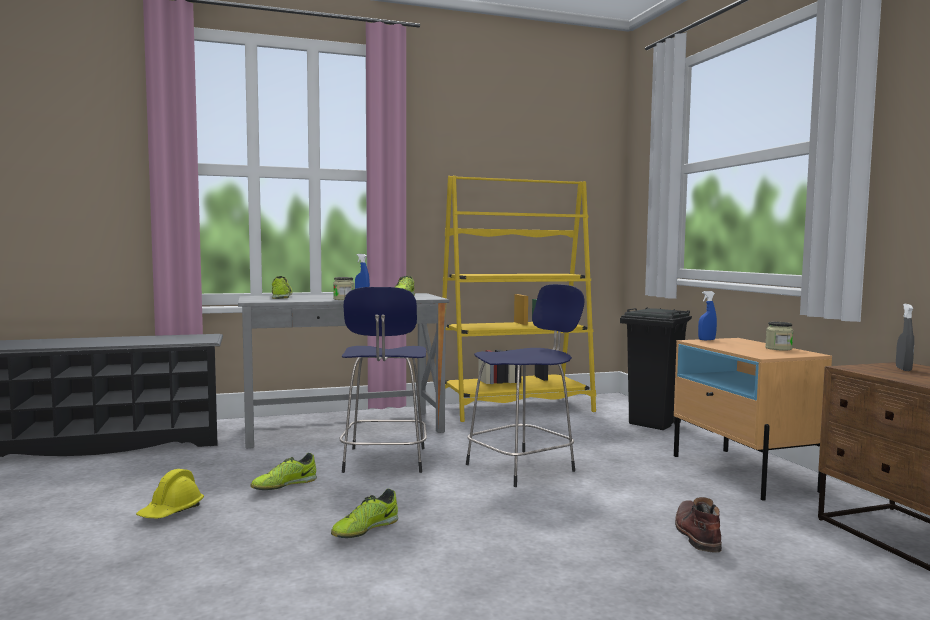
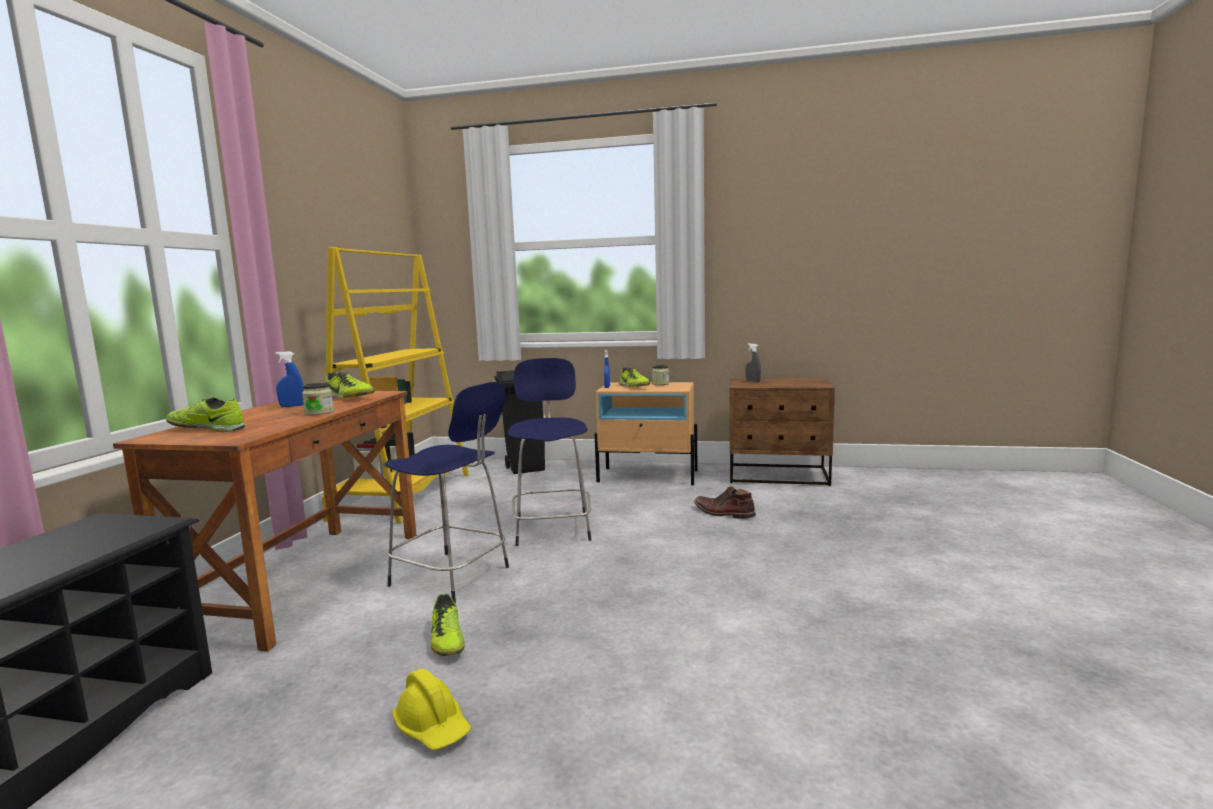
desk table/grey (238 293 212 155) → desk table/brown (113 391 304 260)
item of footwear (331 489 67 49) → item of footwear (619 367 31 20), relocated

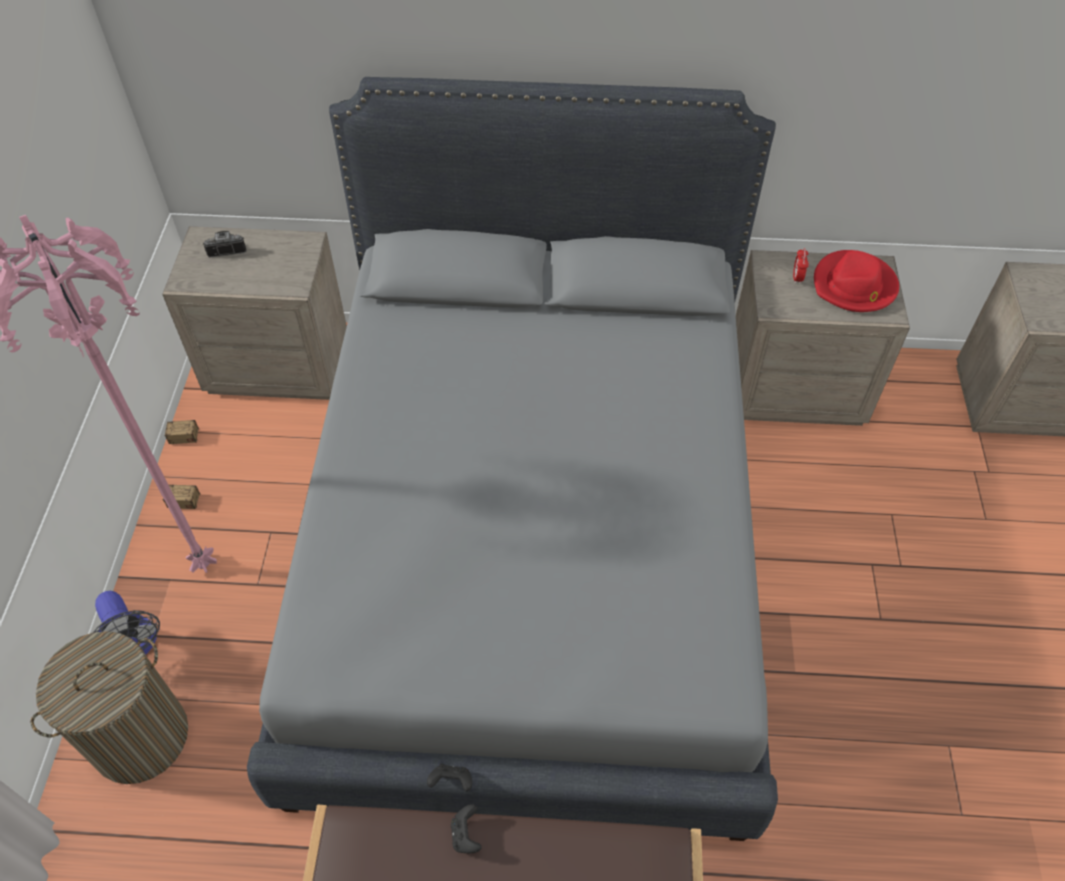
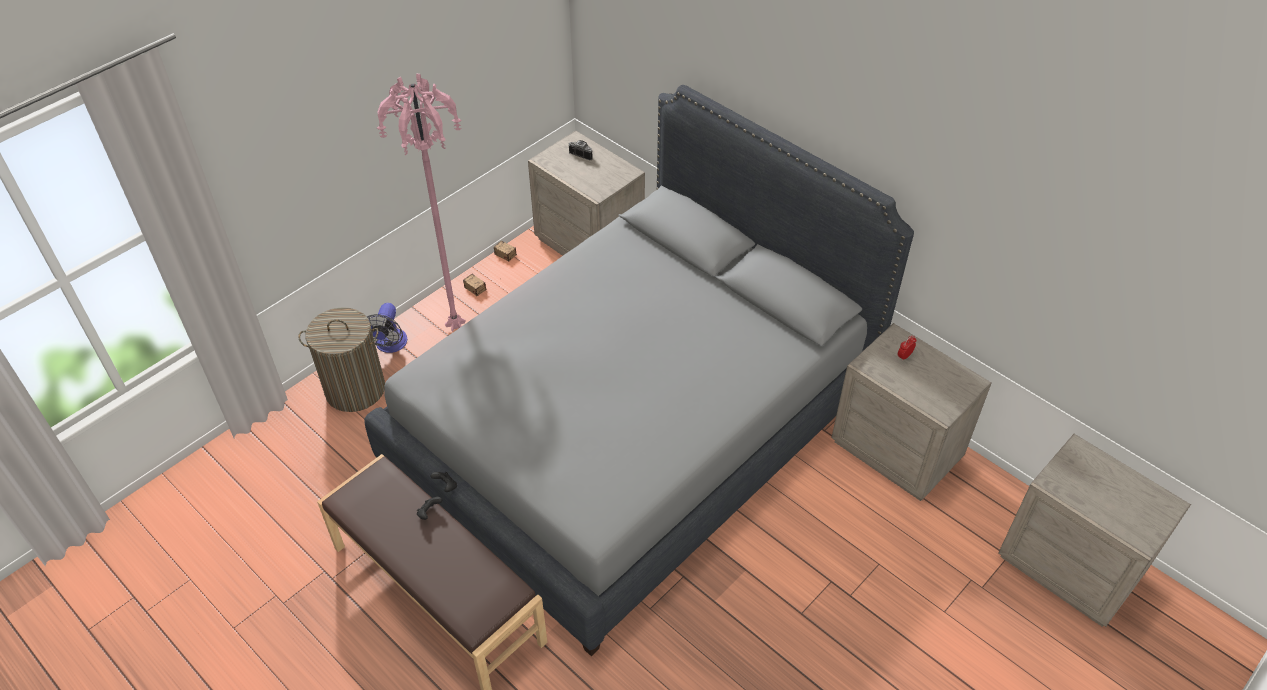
clothing hat/red (814 250 85 62) → -

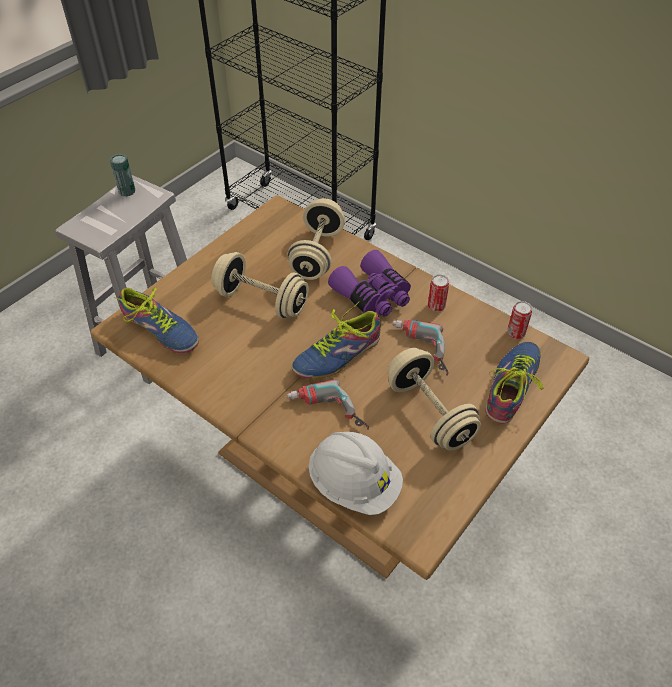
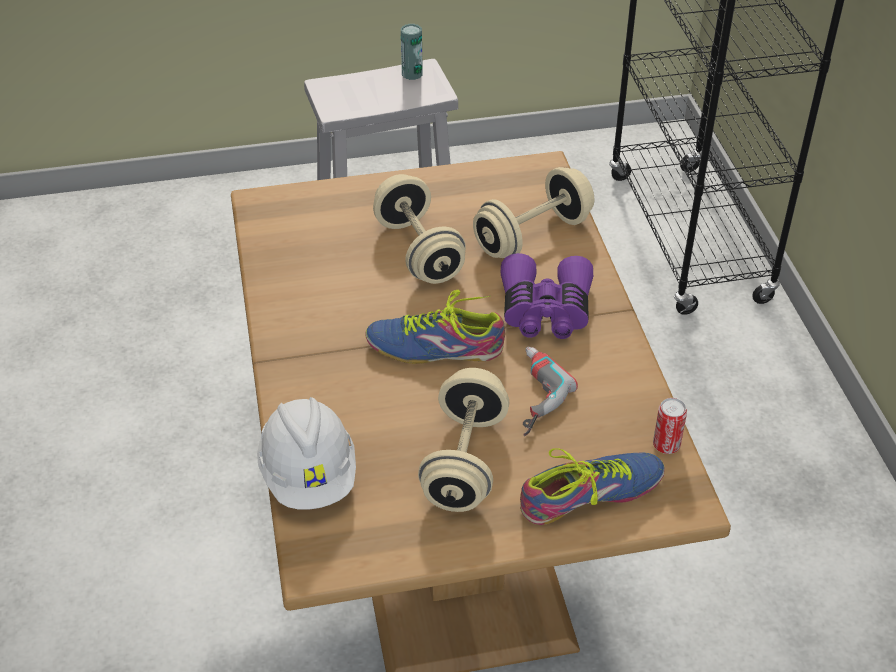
item of footwear (113 287 86 66) → -
power drill (286 379 83 51) → -
metal can (428 274 21 38) → -

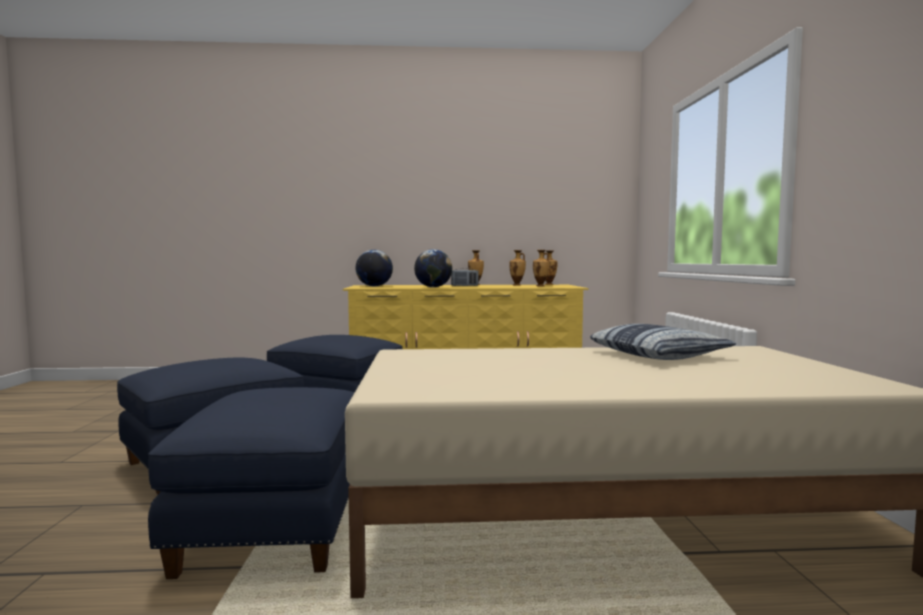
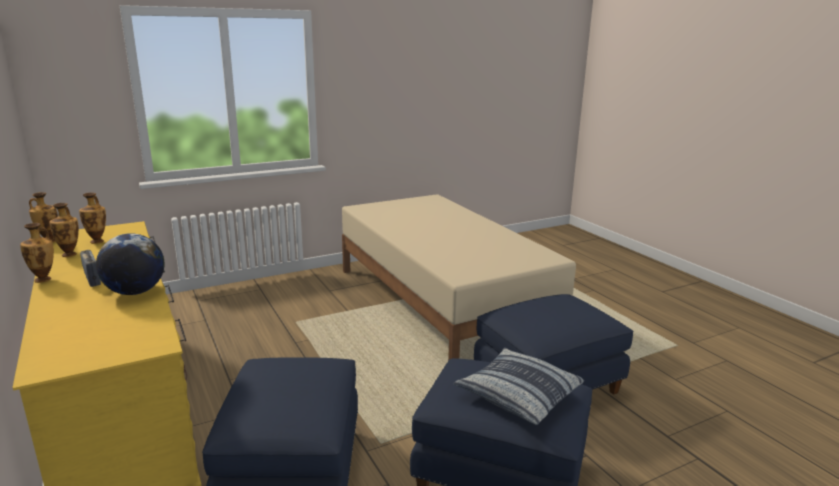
cushion (590 324 146 36) → cushion (453 348 131 77), relocated
world globe (356 250 37 37) → -

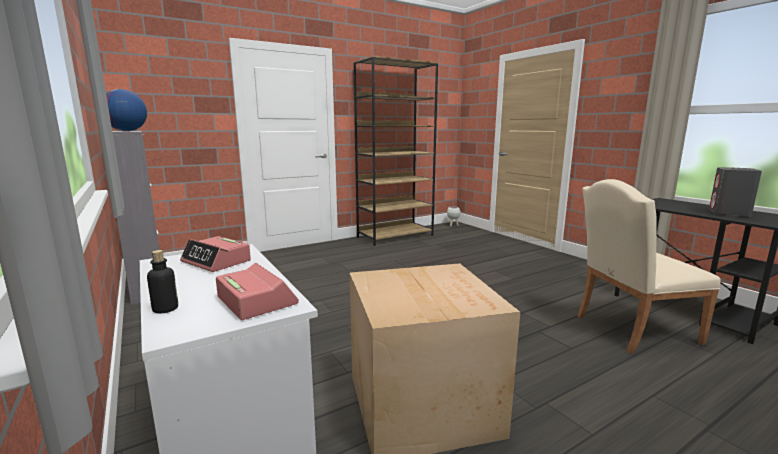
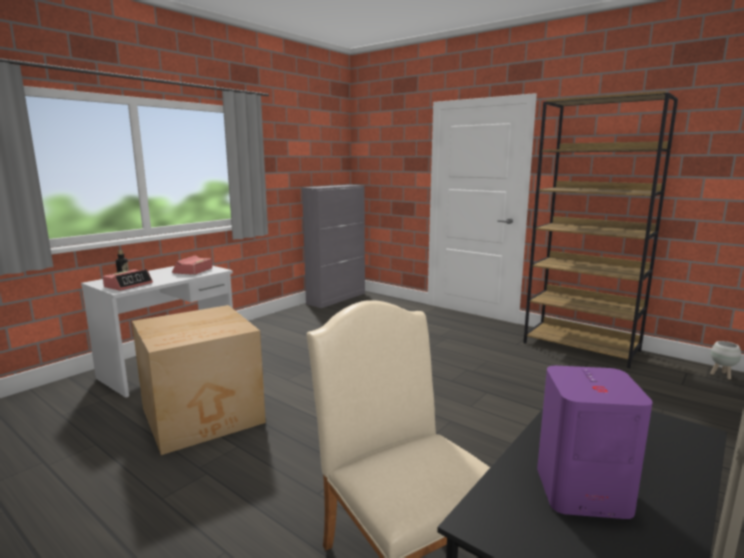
speaker/grey (709 167 53 50) → speaker/purple-coloured (537 366 116 153)
world globe (106 89 41 42) → -

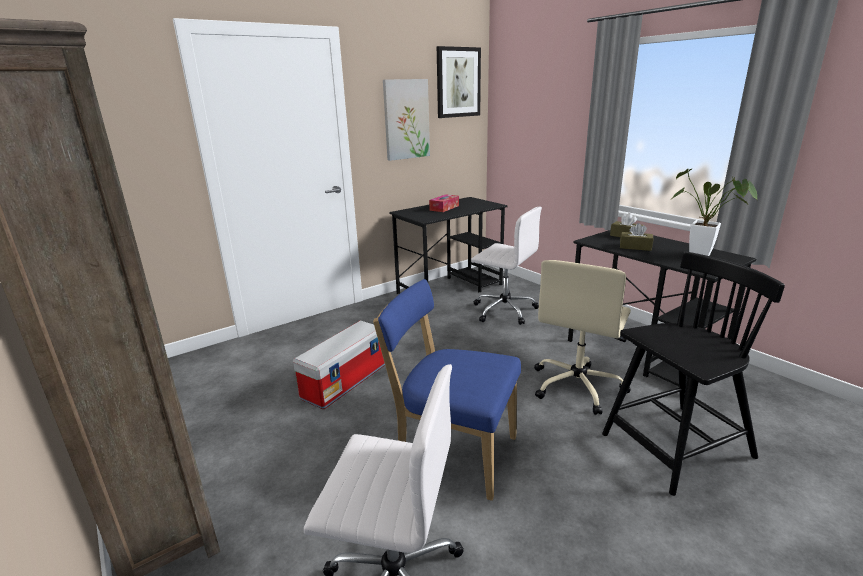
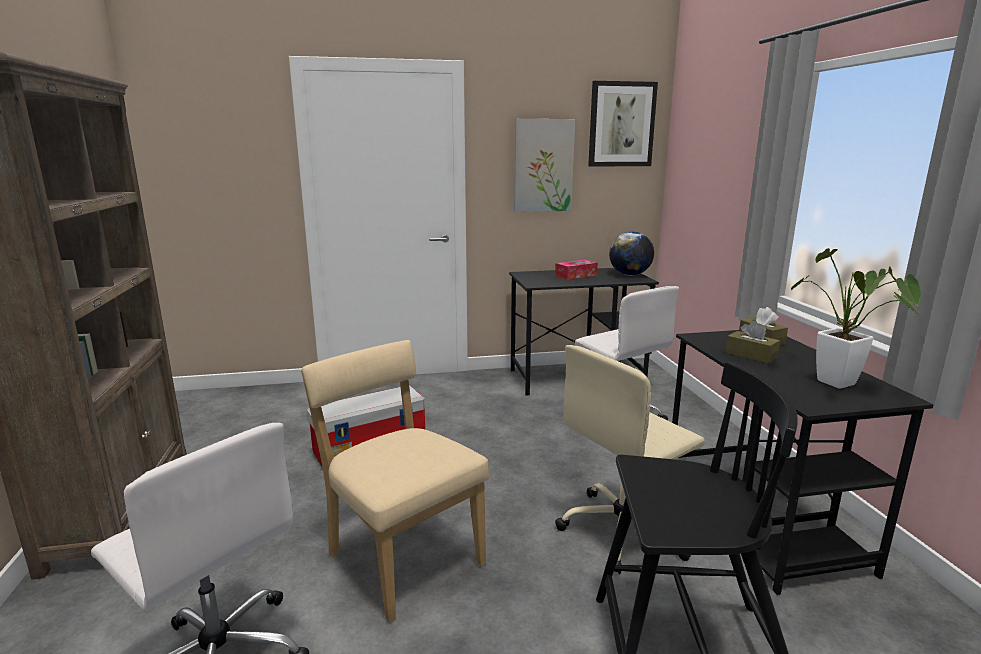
plain chair/blue-coloured (373 279 148 222) → plain chair/beige-coloured (301 340 188 283)
- → world globe (609 231 45 44)

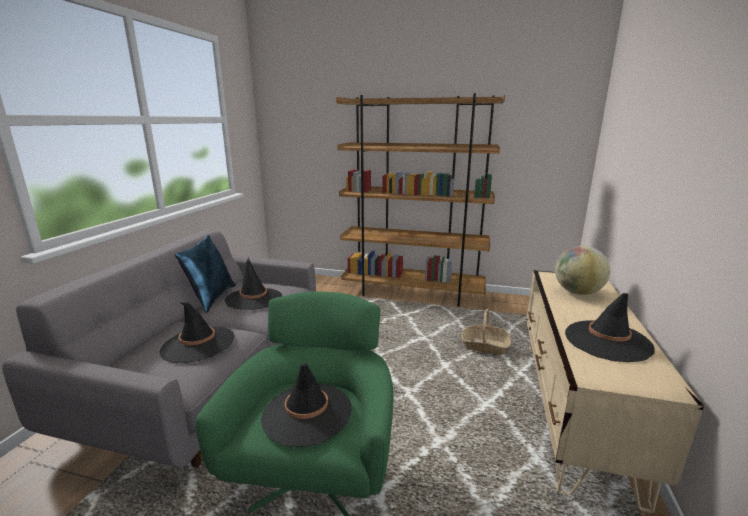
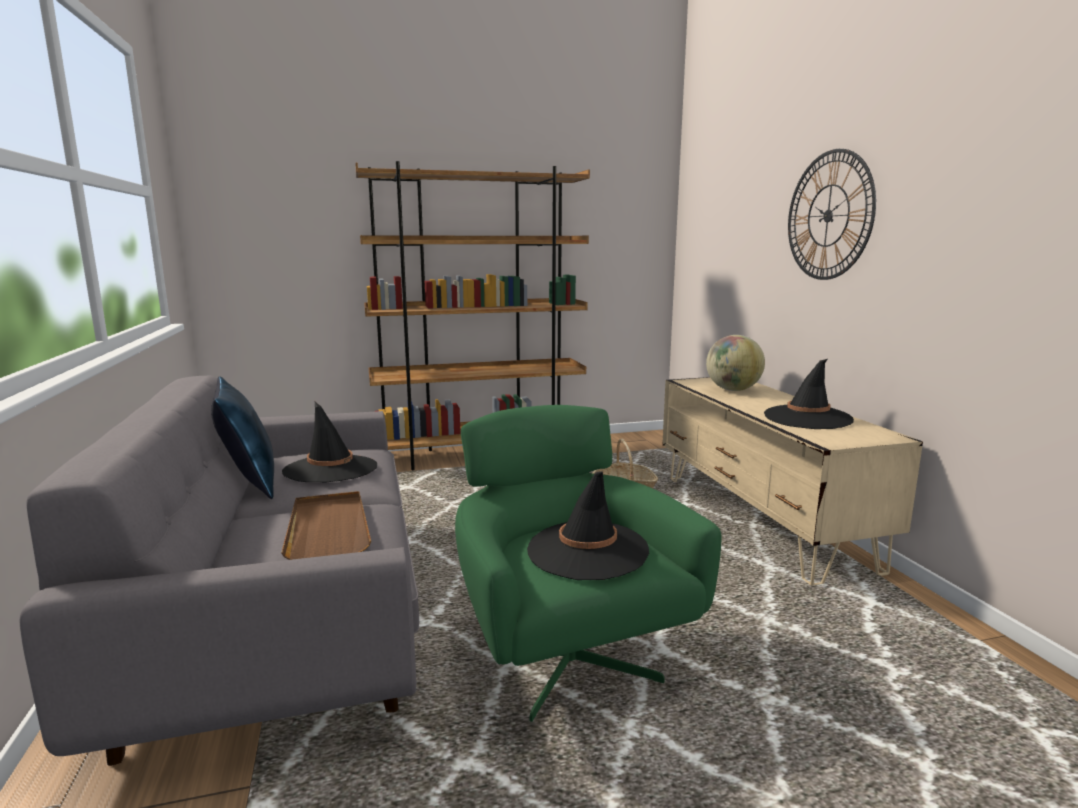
clothing hat/black (159 302 76 61) → tray/brown (281 491 90 69)
- → hanging clock (788 149 88 131)

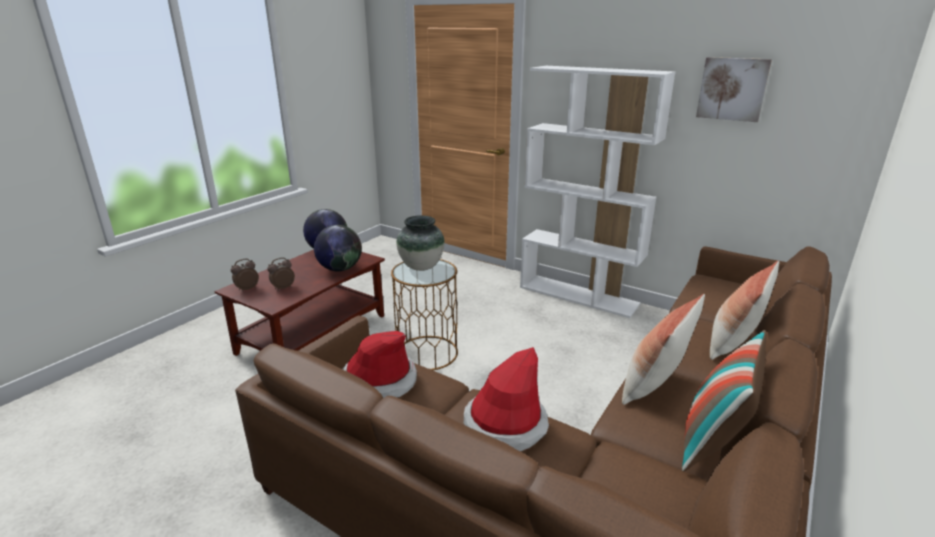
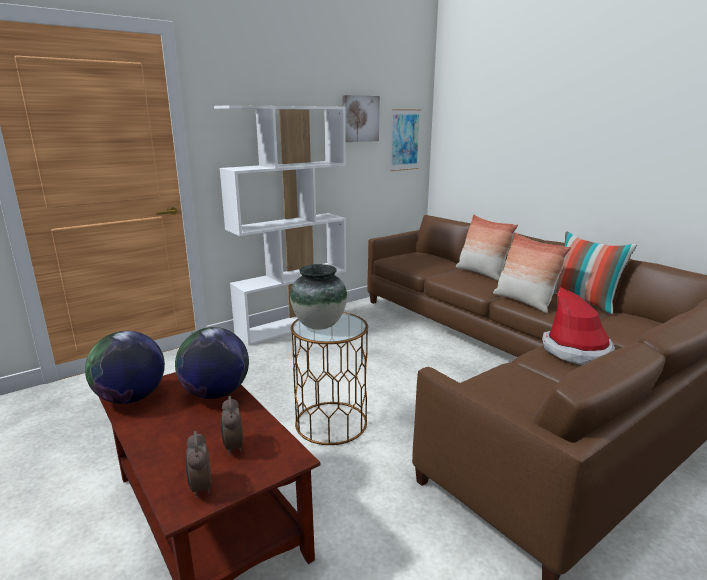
- → wall art (390 109 31 62)
clothing hat (343 331 74 67) → -

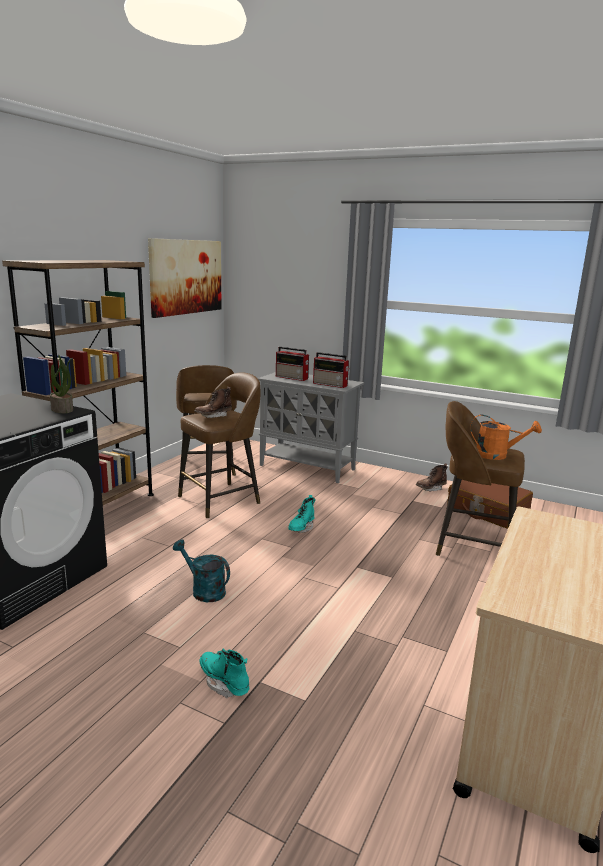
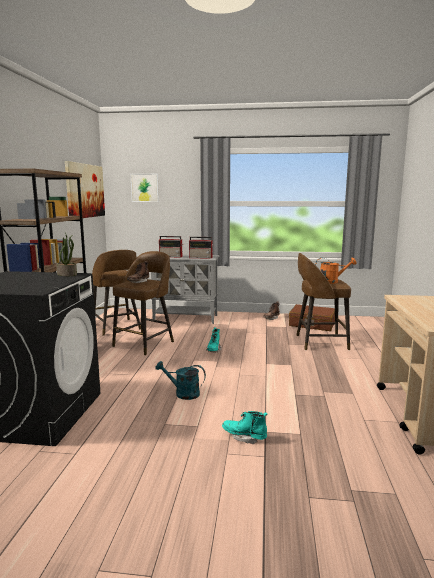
- → wall art (131 174 28 28)

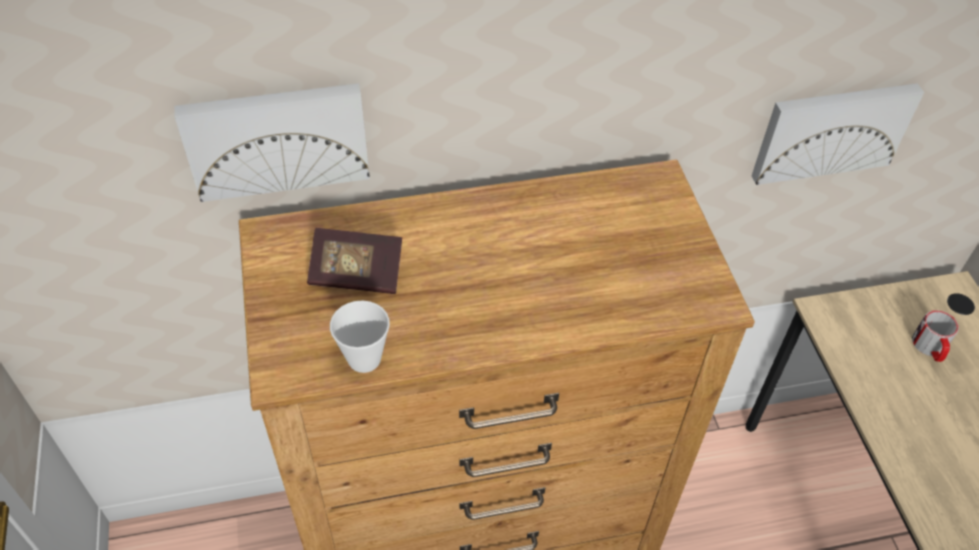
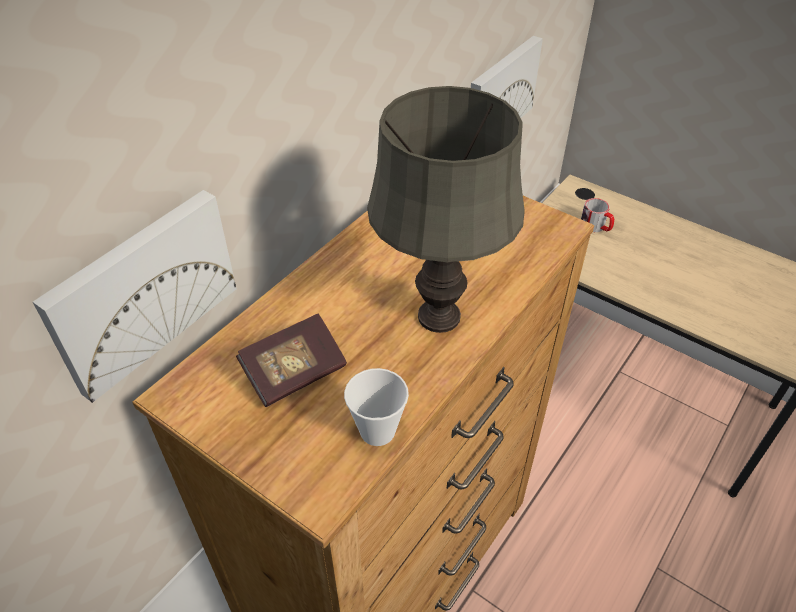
- → table lamp/grey (367 86 158 247)

